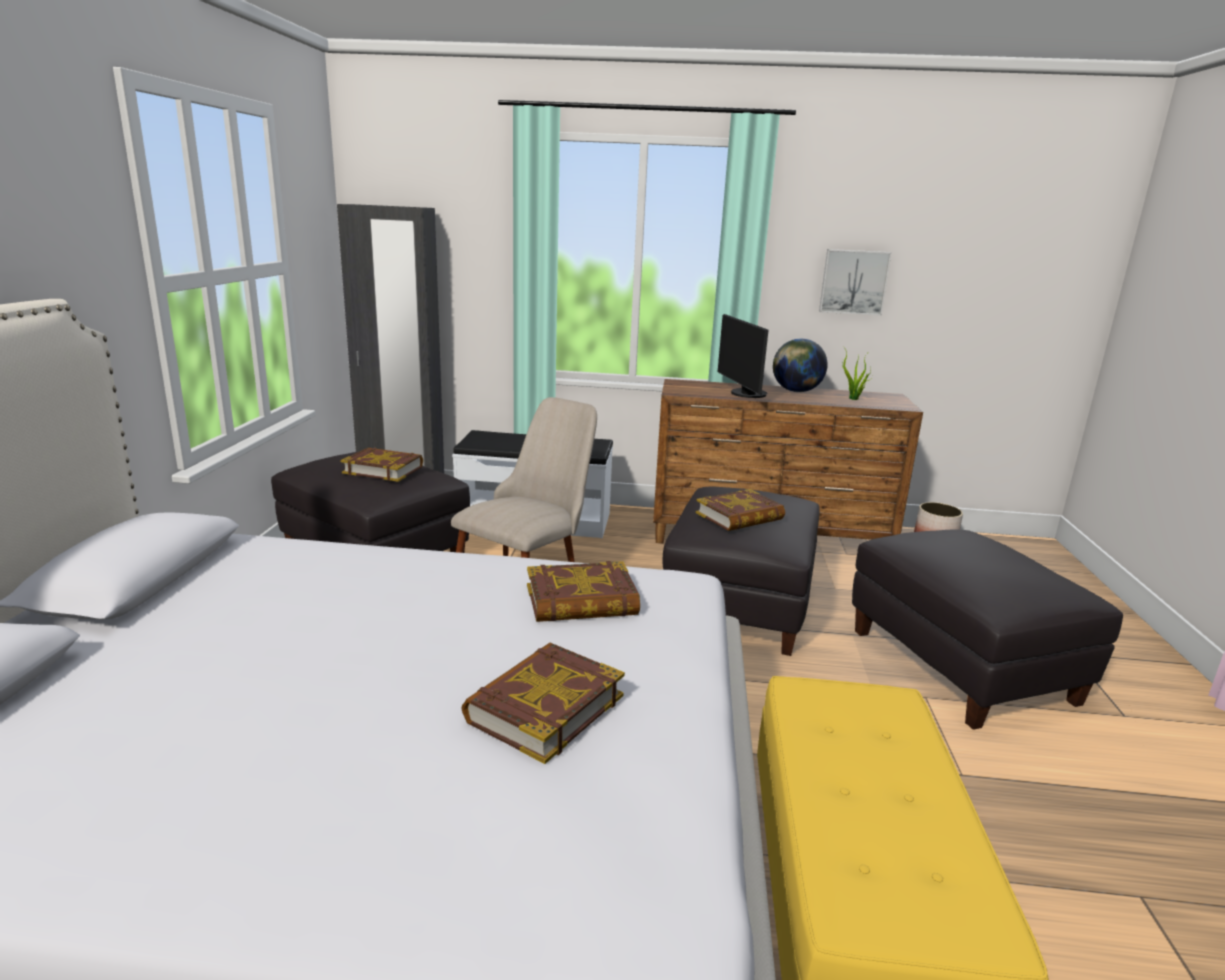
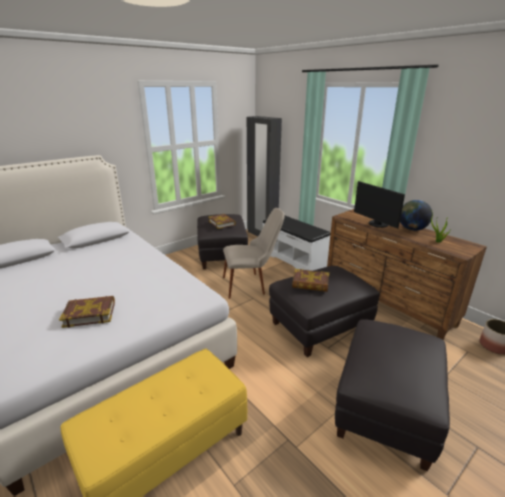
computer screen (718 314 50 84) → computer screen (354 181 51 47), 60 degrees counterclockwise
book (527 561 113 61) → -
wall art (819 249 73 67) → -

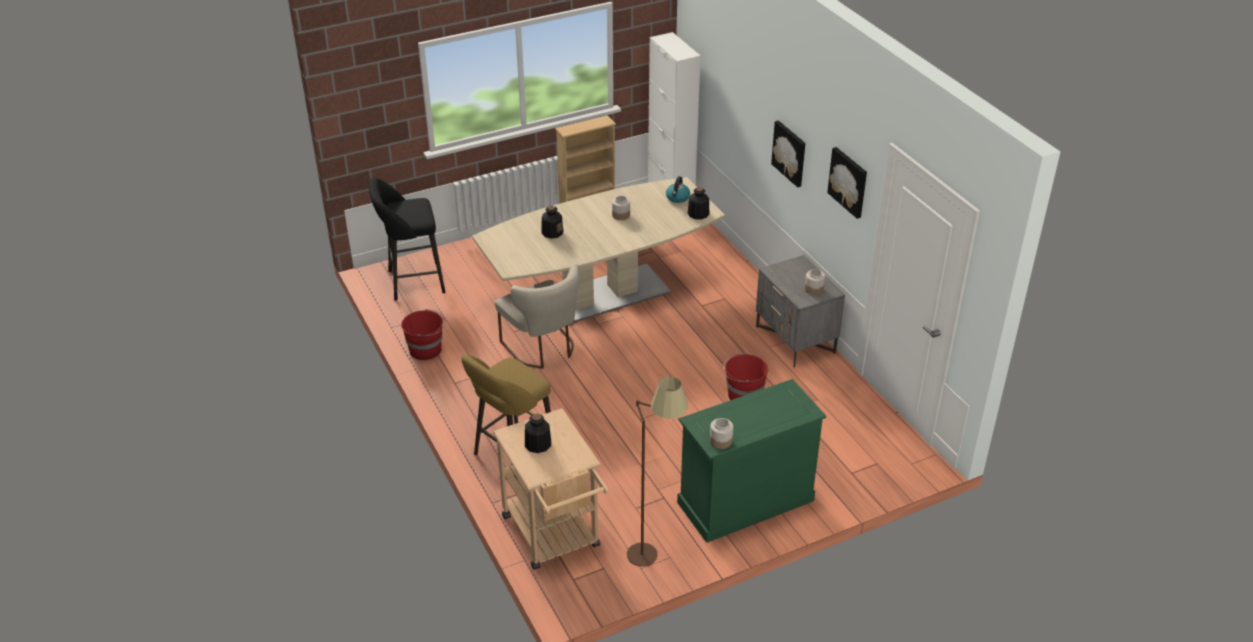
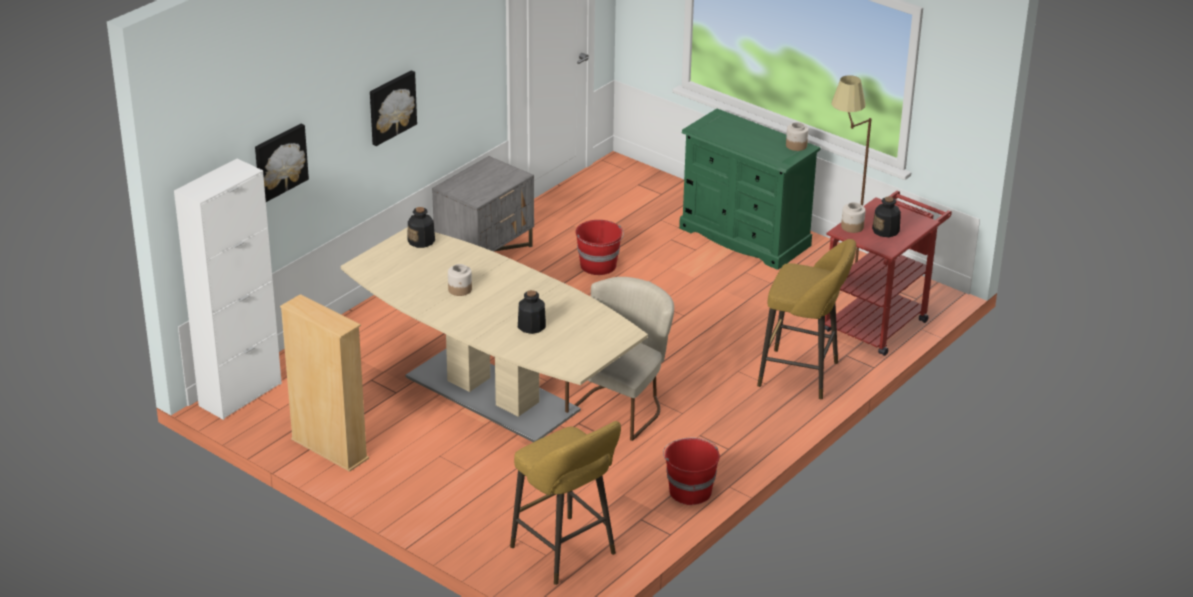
wall art (827 147 40 72) → wall art (255 124 54 78), relocated
sitting stool/black (369 177 76 124) → sitting stool/yellow (510 421 111 164)
wheeled cart/beige-coloured (493 408 115 162) → wheeled cart/red (825 191 127 165)
jar (805 269 20 26) → jar (841 202 25 31), relocated
water kettle (666 176 24 27) → -

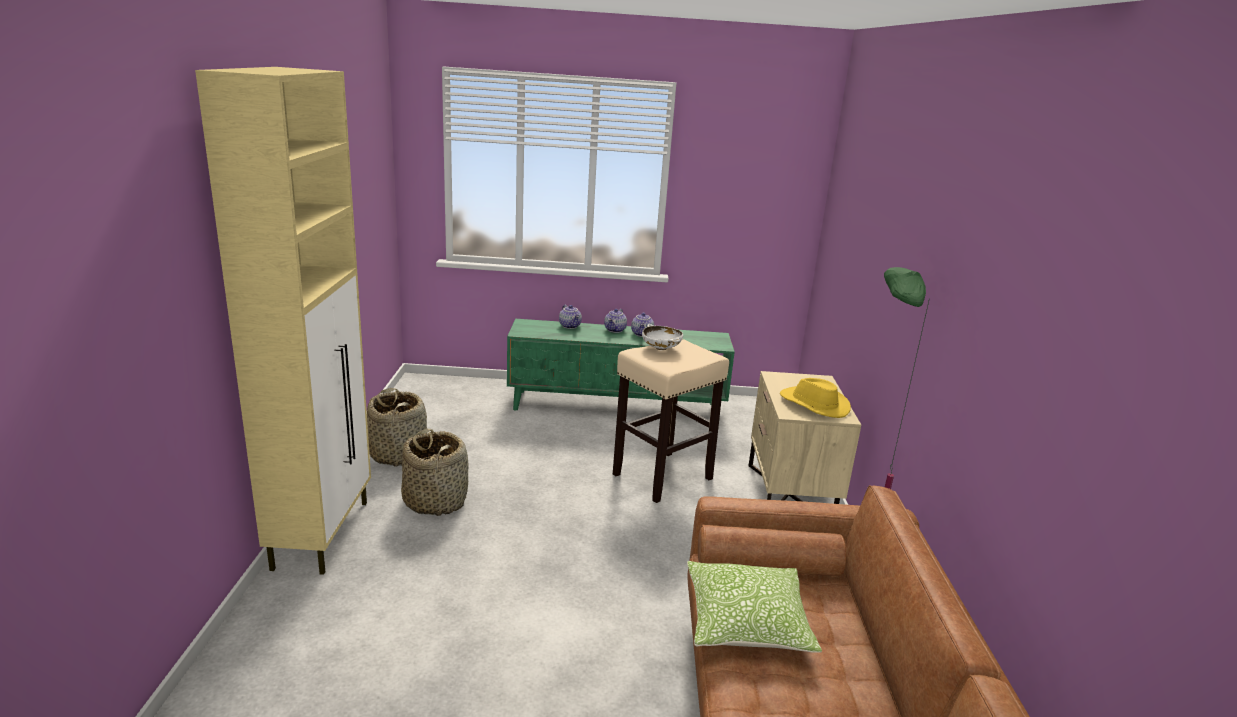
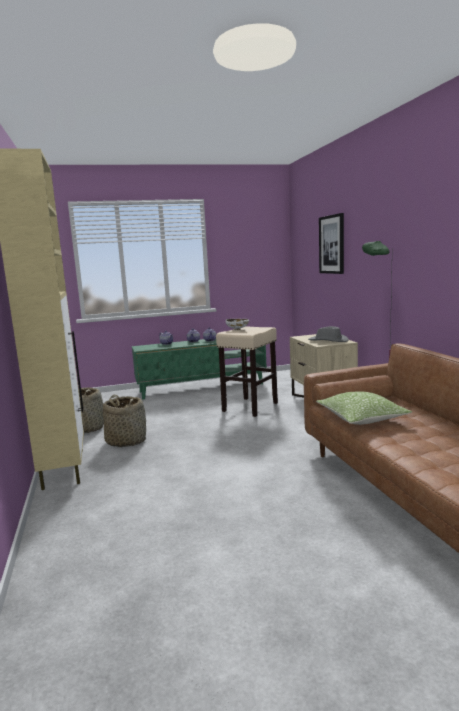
clothing hat/yellow (780 378 71 40) → clothing hat/grey (308 326 40 16)
- → wall art (319 213 25 61)

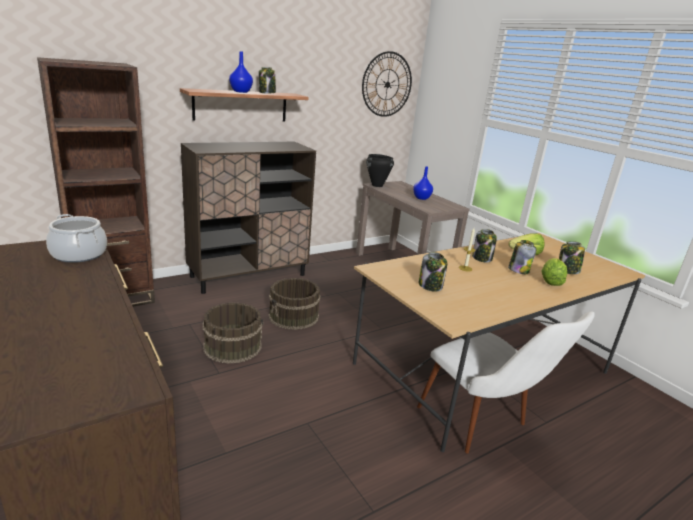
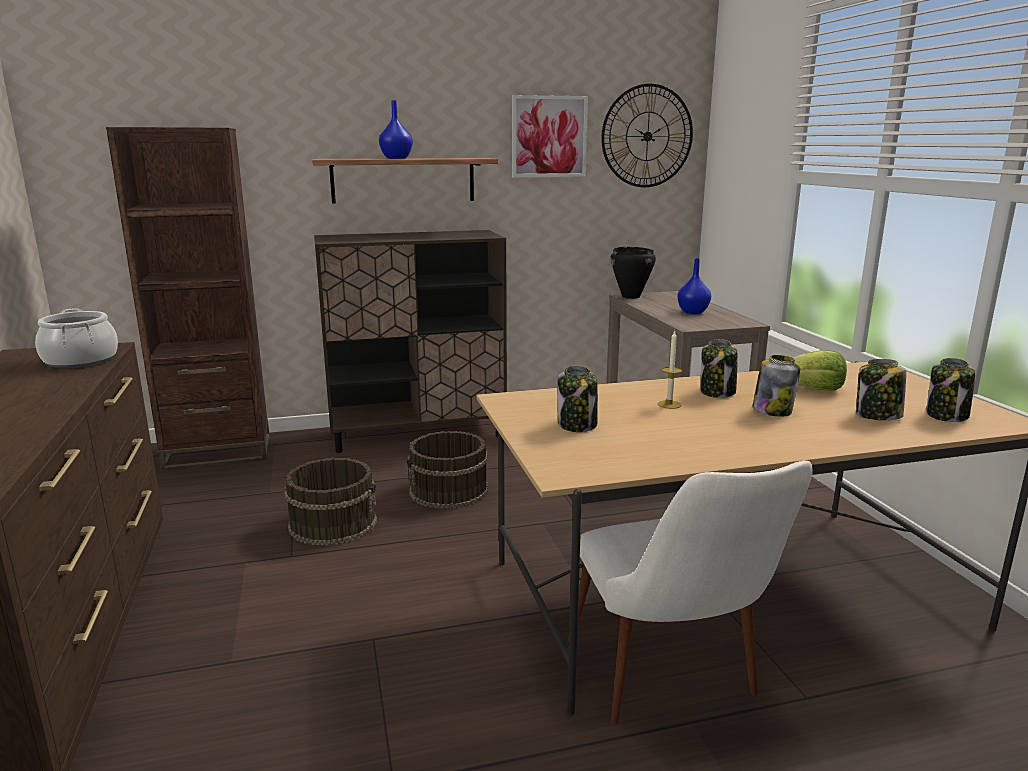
- → wall art (512 95 76 83)
jar (259 67 17 27) → jar (926 358 49 64), relocated
lettuce head (541 258 26 28) → -

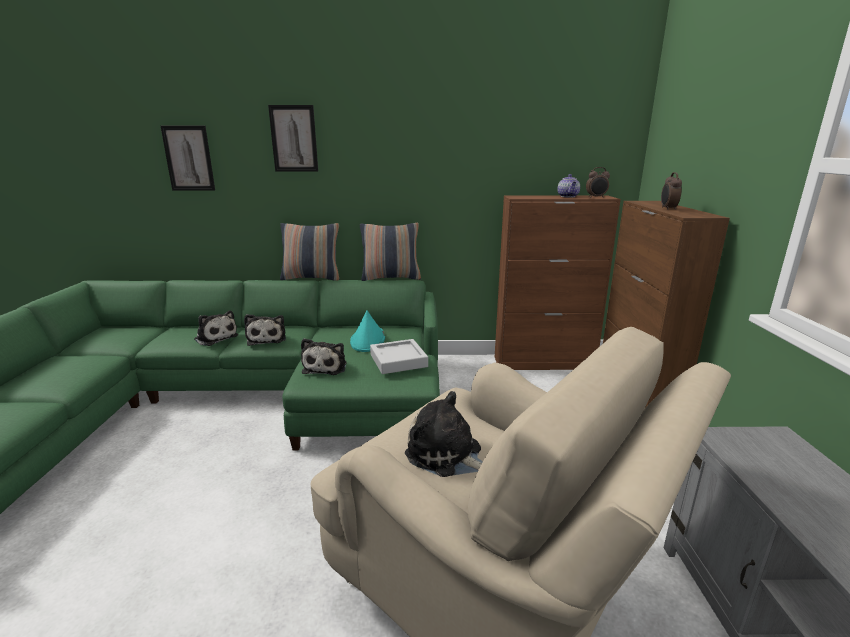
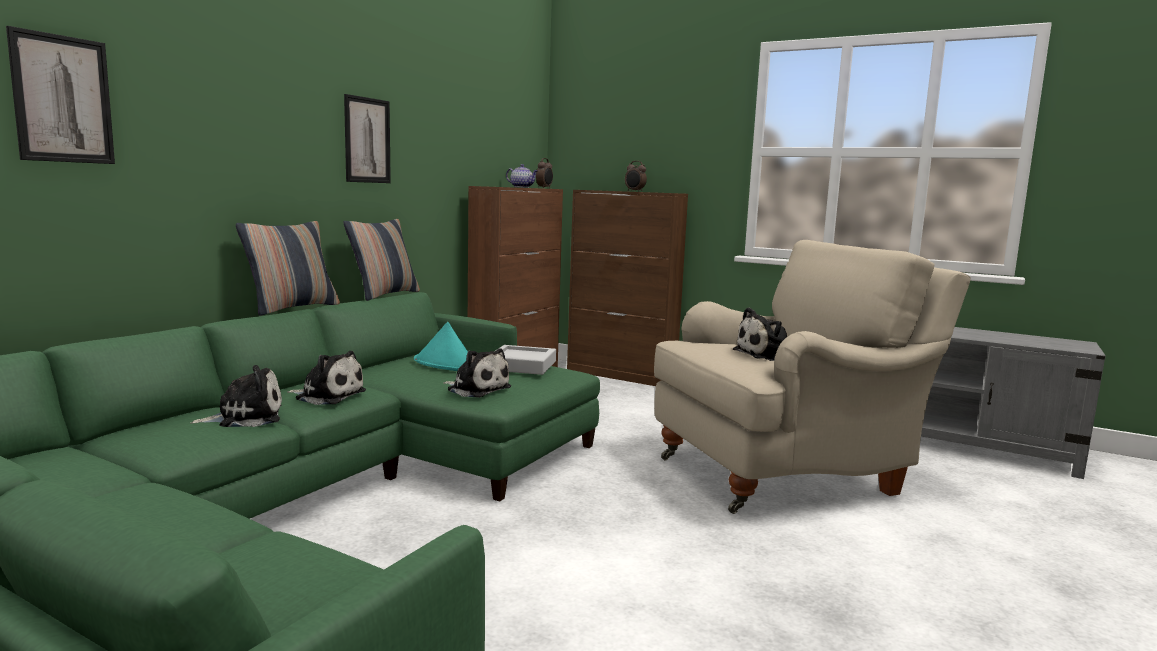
wall art (268 105 50 67) → wall art (344 94 47 89), relocated

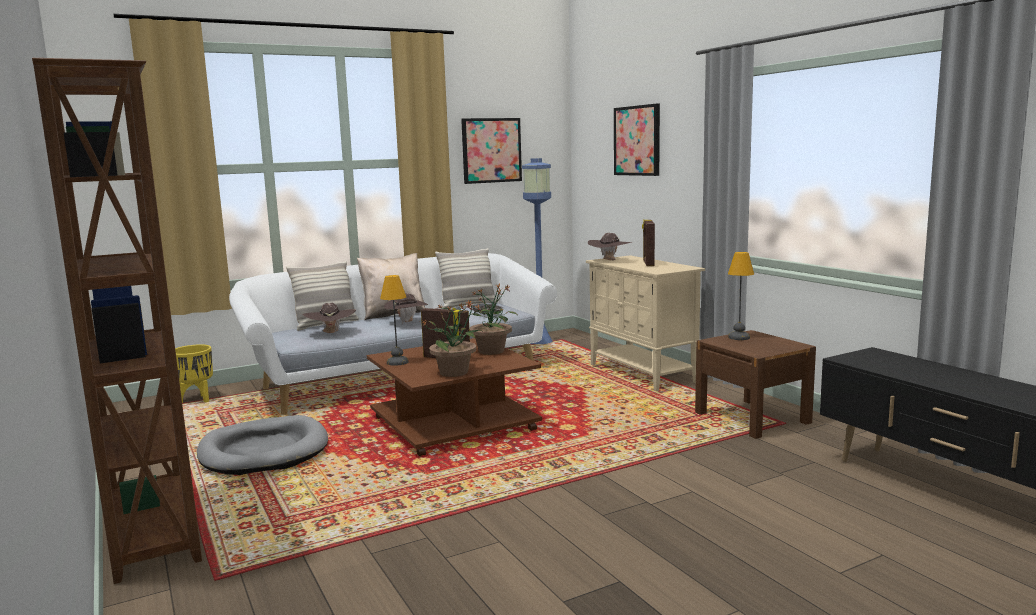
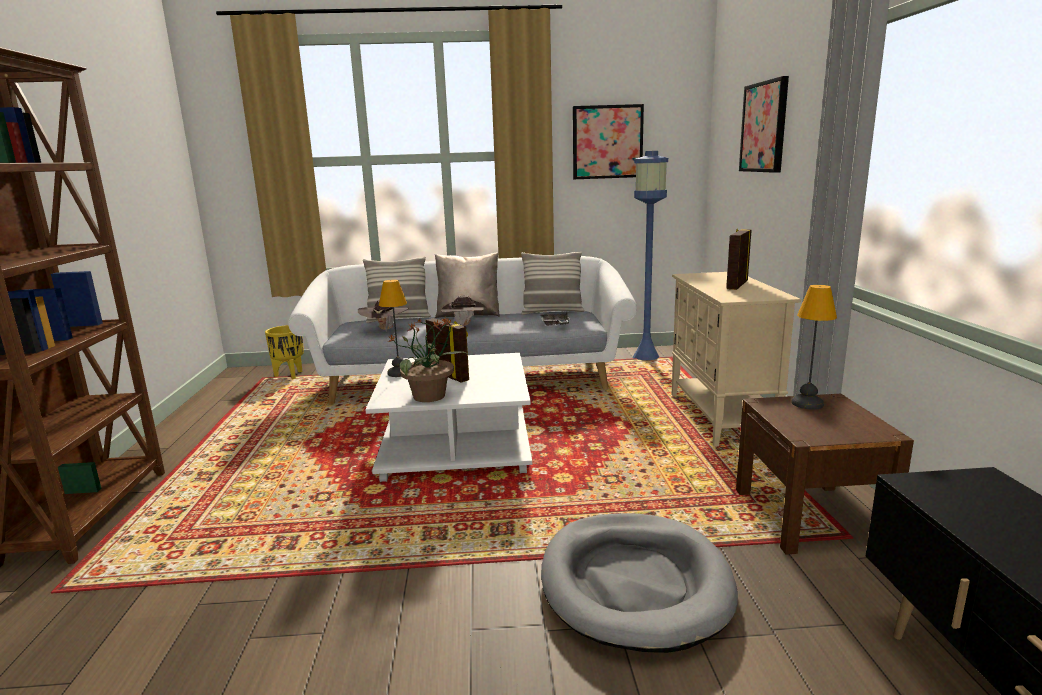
lounge table/brown (367 338 175 118) → lounge table/white-coloured (365 353 167 129)
pet bed/grey (197 415 131 60) → pet bed/grey (541 513 197 140), relocated
potted plant (469 284 47 71) → -
clothing hat/brown (588 233 44 27) → -

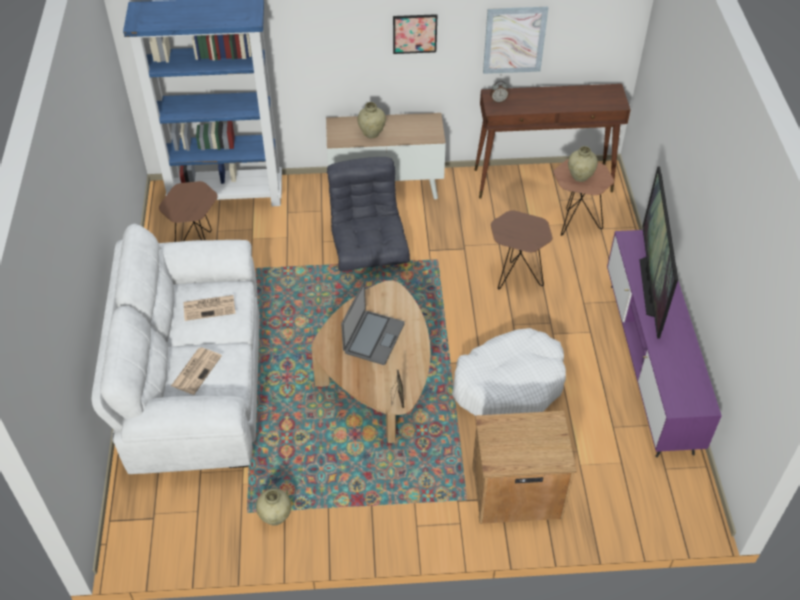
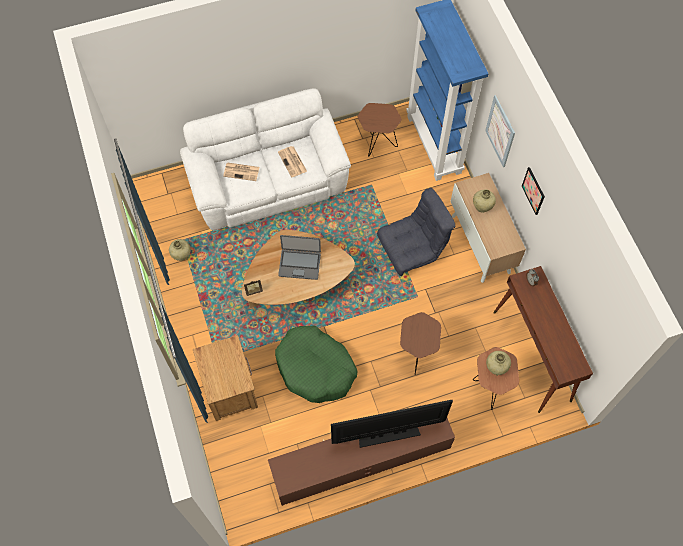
media console/purple-coloured (607 230 115 228) → media console/brown (268 418 187 88)
pet bed/white-coloured (452 328 114 87) → pet bed/green-coloured (275 326 82 77)
wall art (483 7 65 67) → wall art (485 95 30 72), relocated

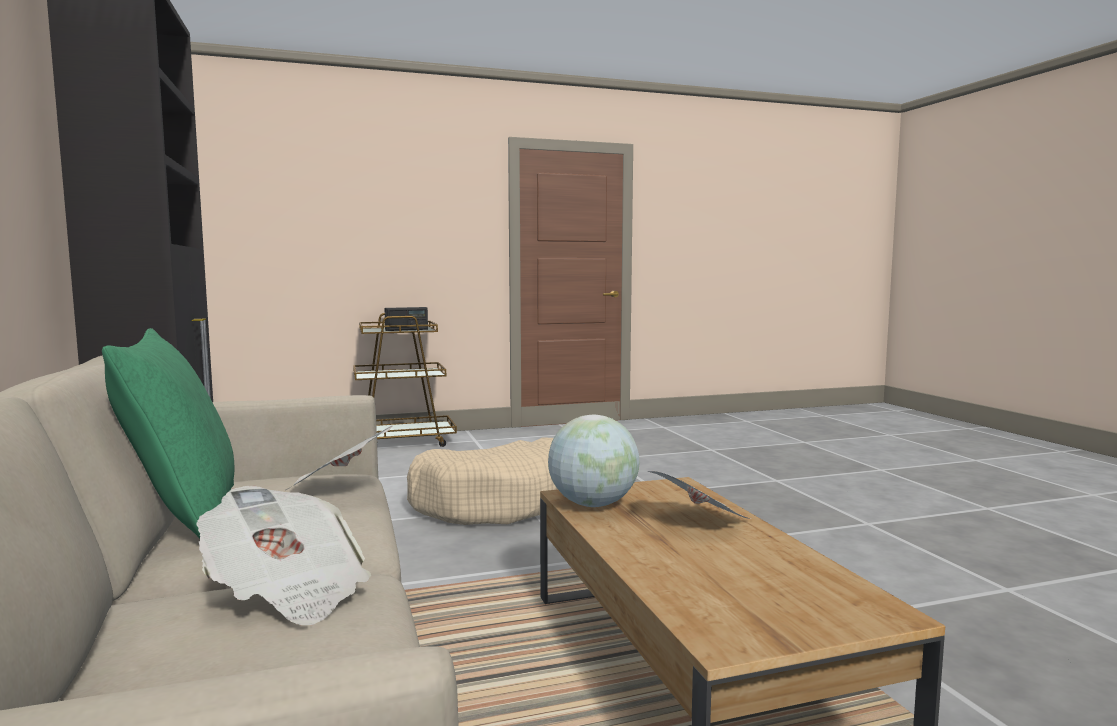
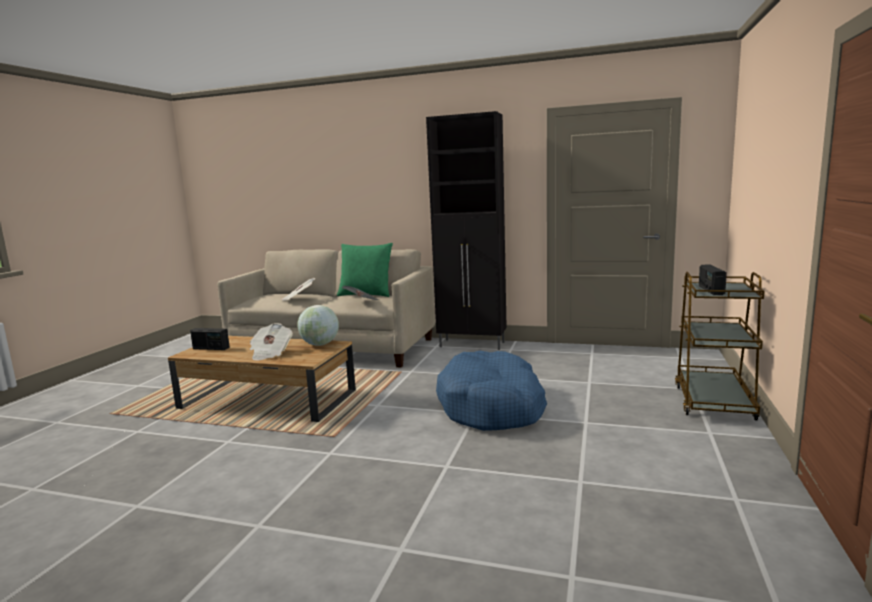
- → radio set (190 328 39 22)
pet bed/beige-coloured (407 437 151 88) → pet bed/blue-coloured (436 351 111 80)

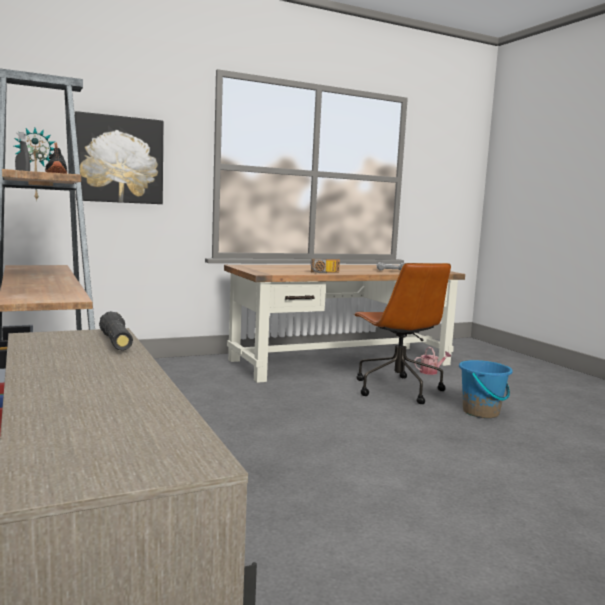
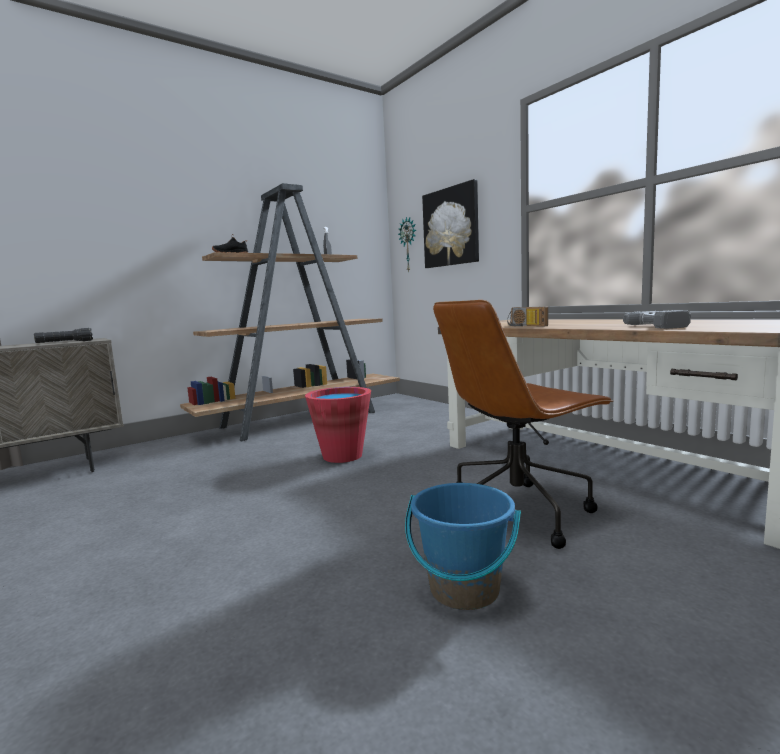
- → bucket/red (305 387 66 76)
watering pot (414 347 37 28) → -

